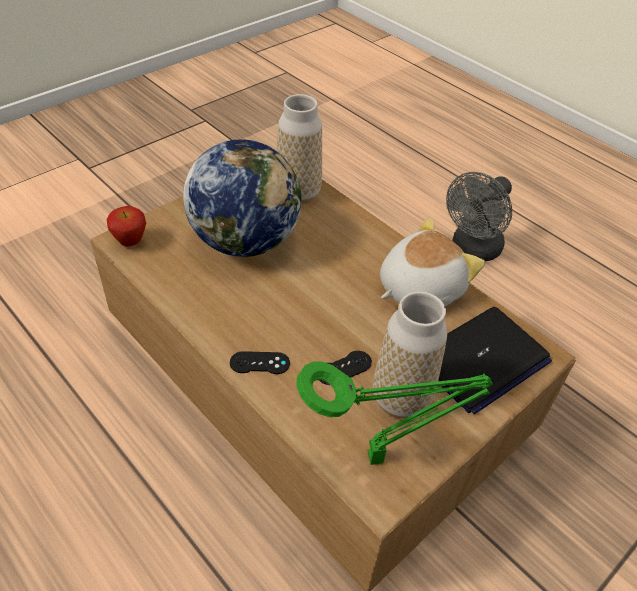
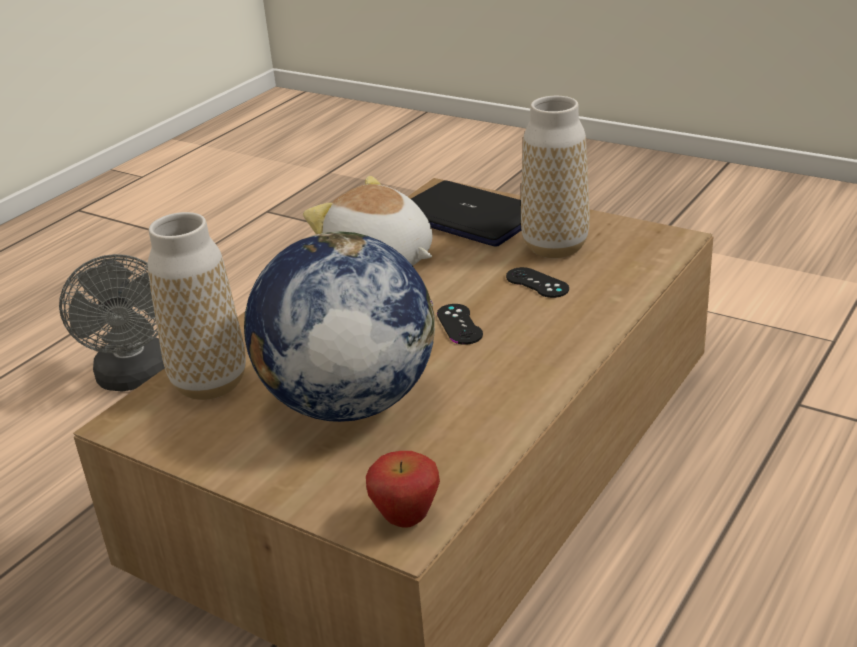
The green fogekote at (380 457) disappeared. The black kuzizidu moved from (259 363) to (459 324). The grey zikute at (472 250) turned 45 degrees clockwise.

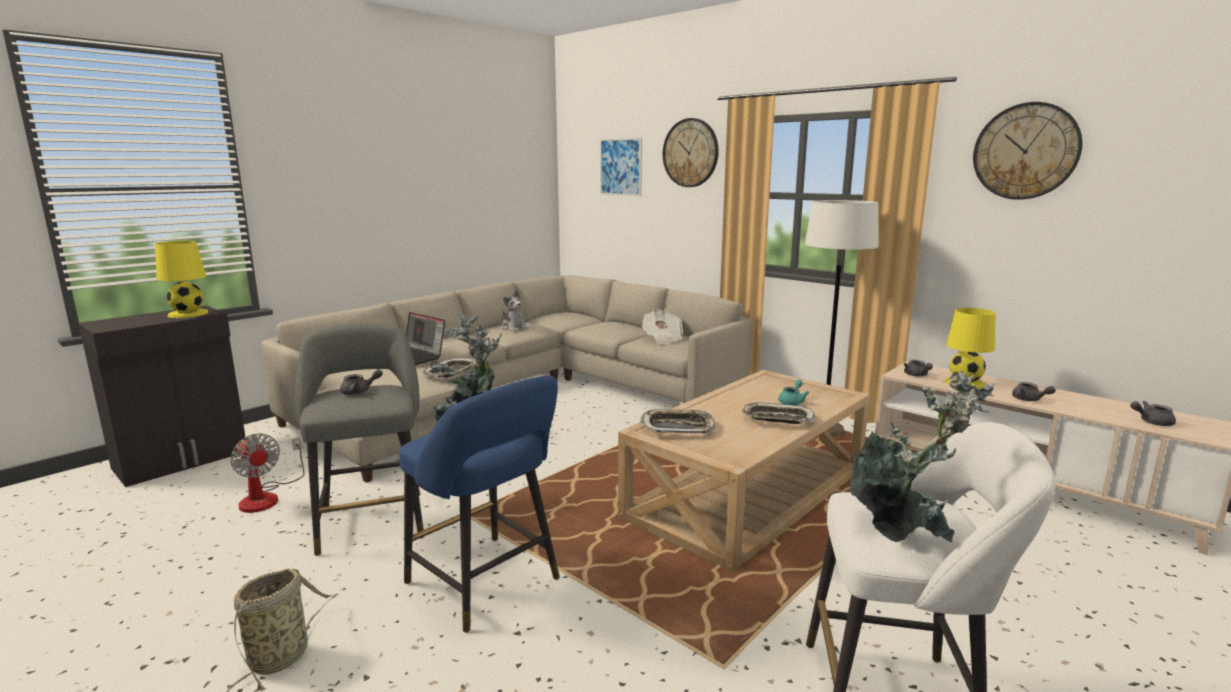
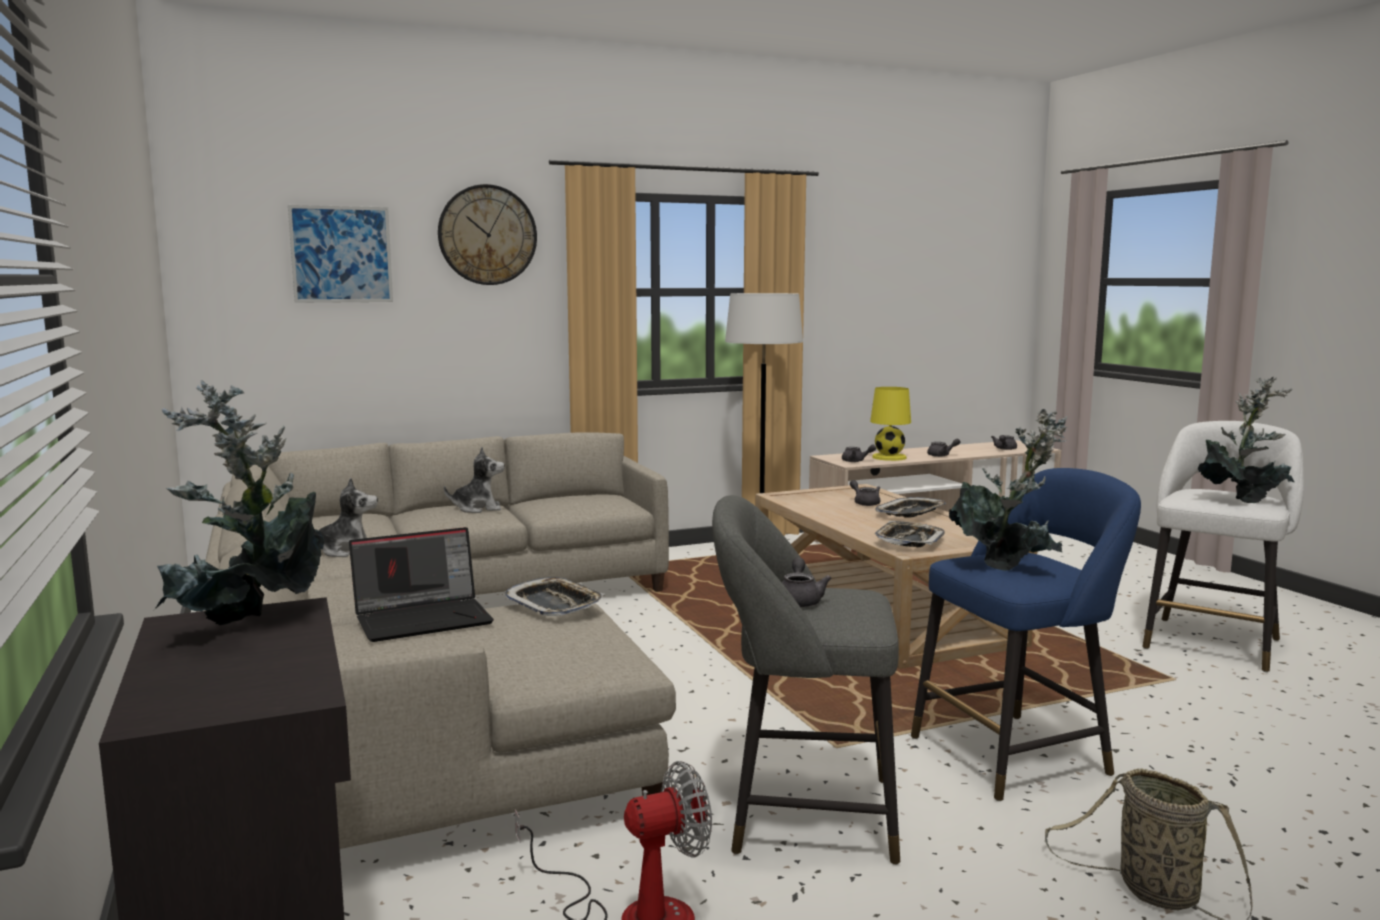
The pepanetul at (662 338) disappeared. The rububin at (1025 151) disappeared. The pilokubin at (478 509) appeared. The yellow fogekote at (188 314) was replaced by the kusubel at (251 627). The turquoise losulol at (792 401) became the grey losulol at (865 503).

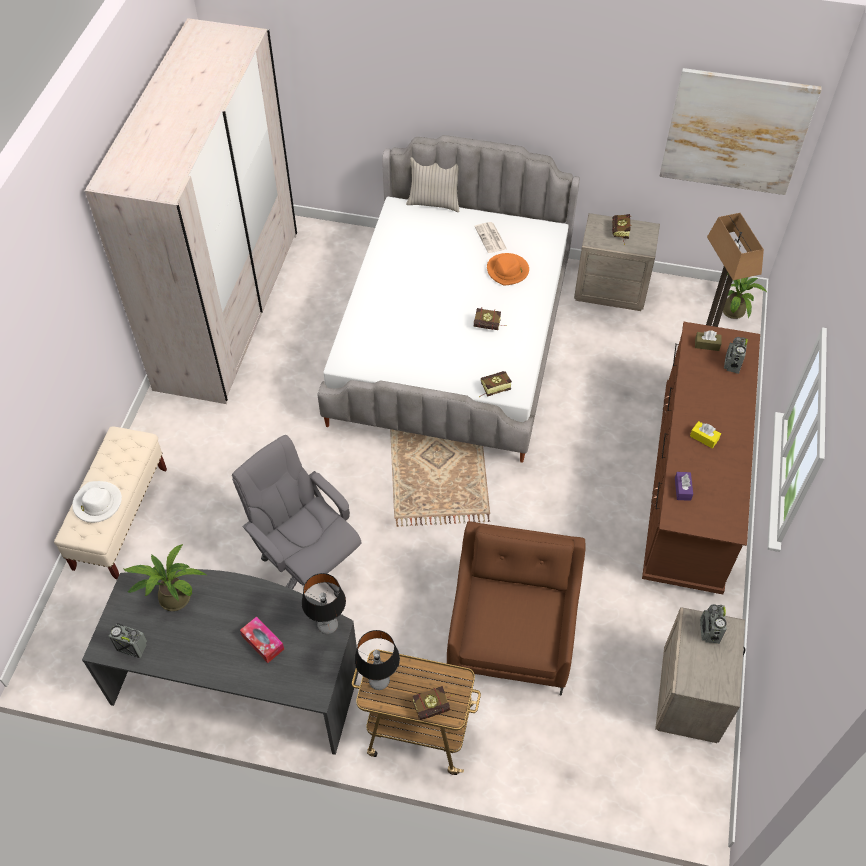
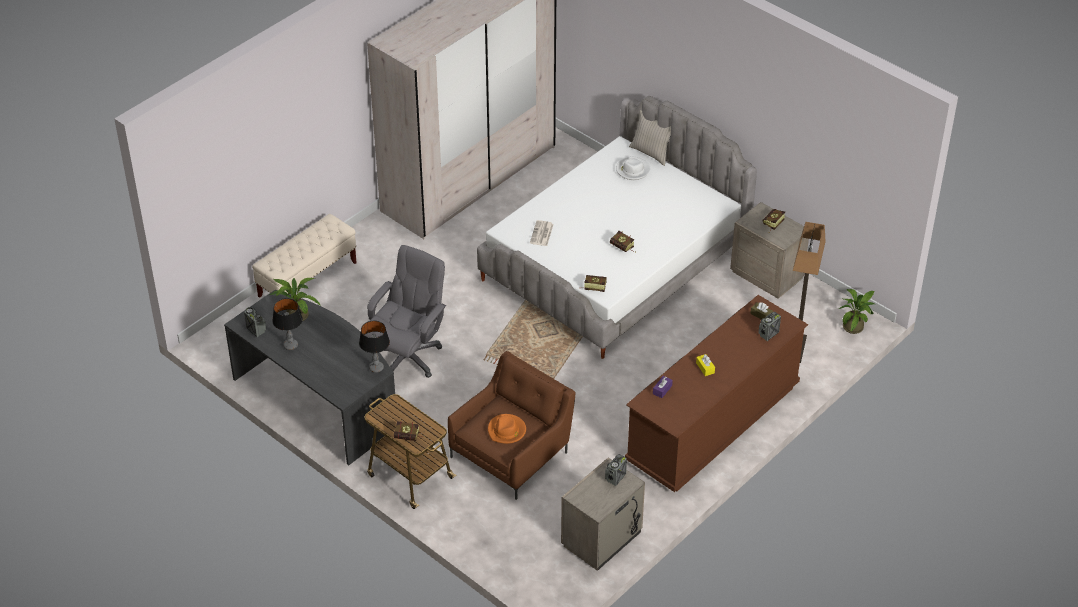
The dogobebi at (263 642) disappeared. The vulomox at (736 132) disappeared. The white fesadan moved from (97 503) to (632 170). The fogekote moved from (379 681) to (290 345). The pepanetul moved from (491 238) to (541 234). The orange fesadan moved from (508 271) to (507 431). The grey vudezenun at (307 564) turned 45 degrees clockwise.

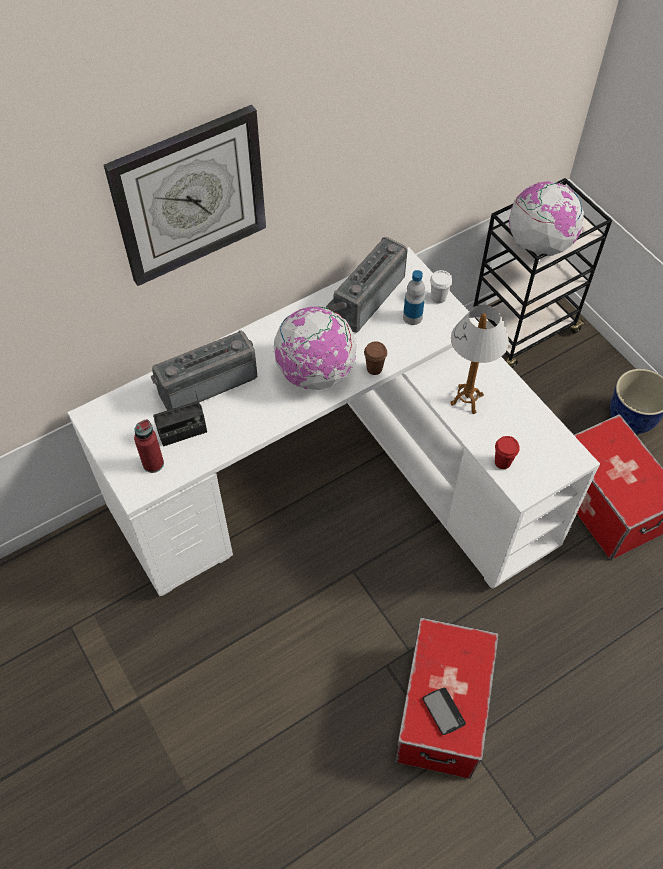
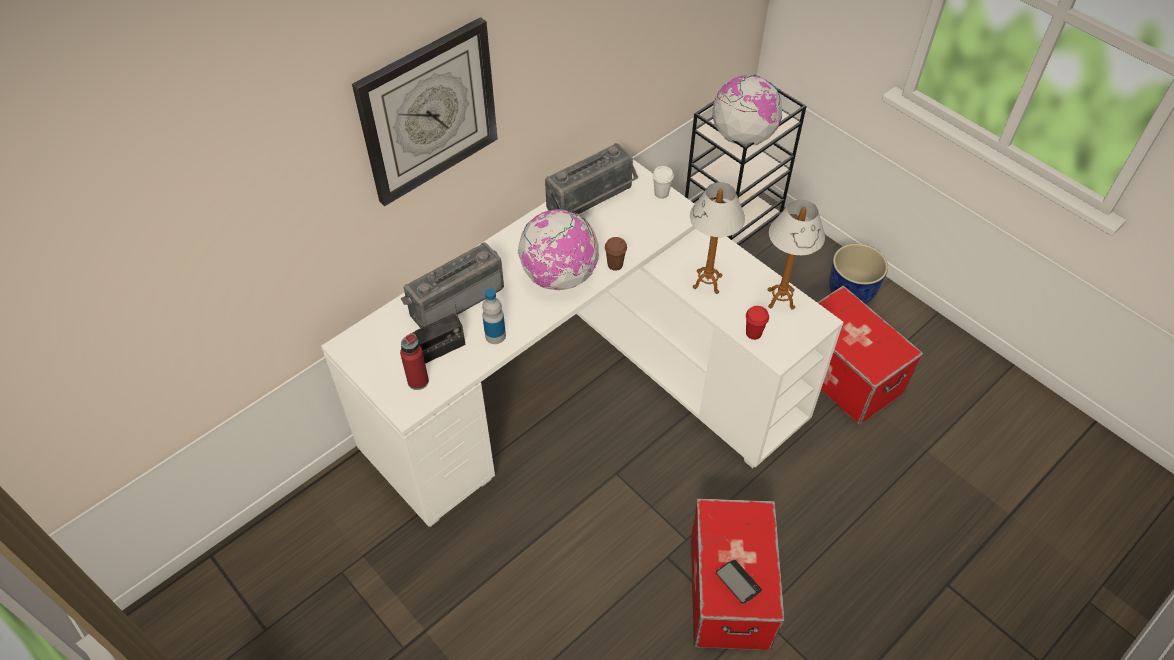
The fogekote at (781 299) appeared. The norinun moved from (412 317) to (495 336). The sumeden at (365 297) turned 150 degrees counterclockwise.

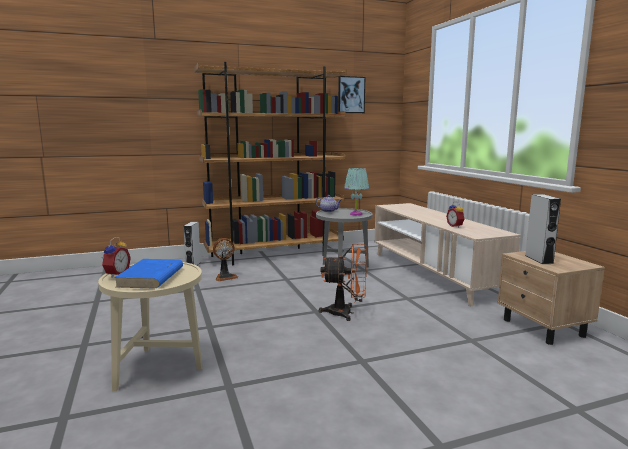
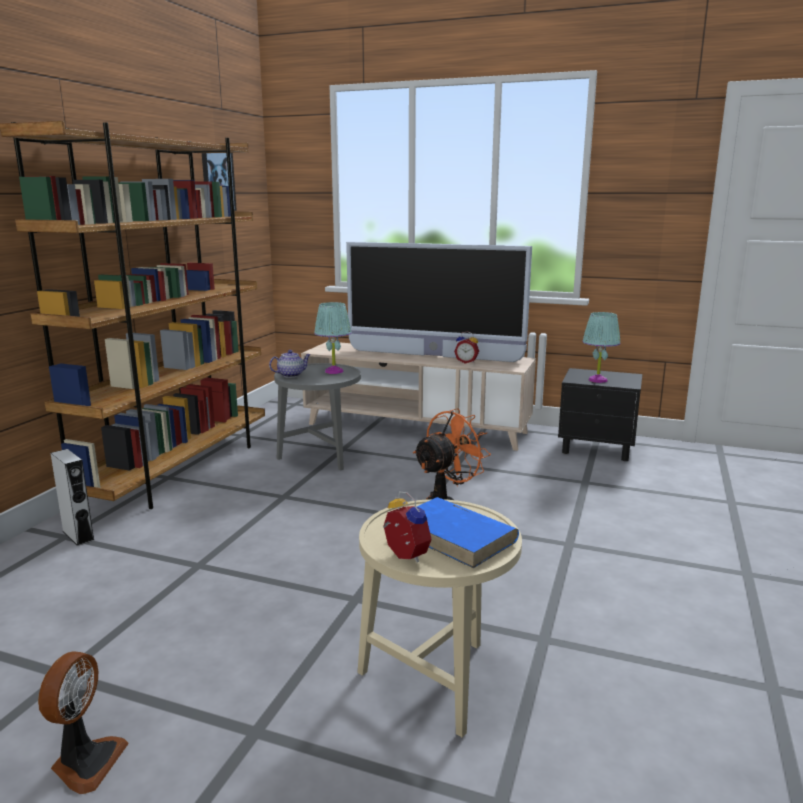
The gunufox at (433 356) appeared. The zikute moved from (225 277) to (86 762). The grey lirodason at (539 259) was replaced by the turquoise fogekote at (597 380). The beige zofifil at (543 328) became the black zofifil at (597 449).

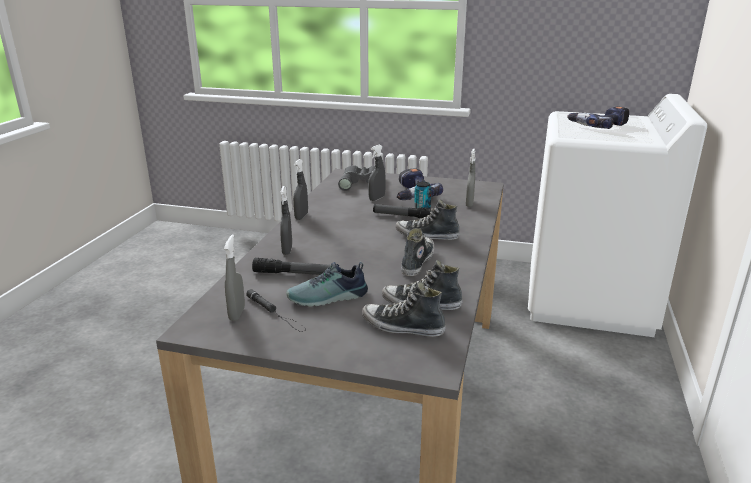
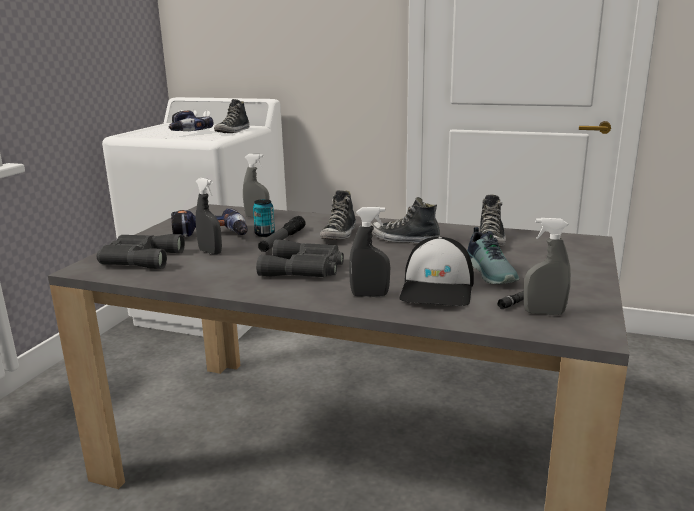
The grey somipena at (301 216) disappeared. The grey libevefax at (305 269) appeared. The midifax moved from (402 327) to (233 131). The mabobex at (294 274) was replaced by the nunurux at (438 289).

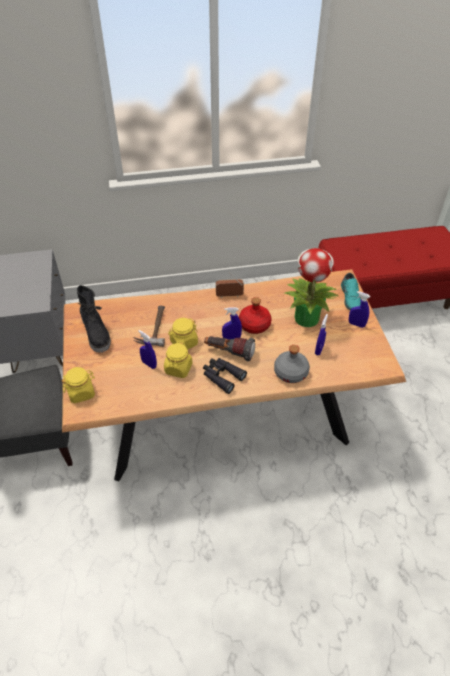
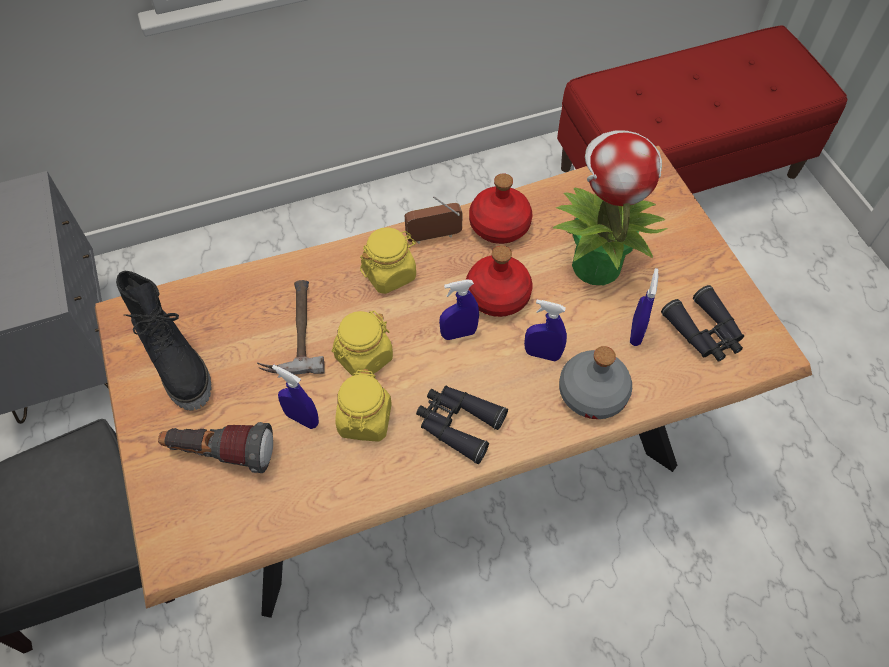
The turquoise midifax at (351 297) disappeared. The red norinun at (499 226) appeared. The black libevefax at (704 332) appeared. The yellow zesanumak moved from (81 392) to (389 274). The mabobex moved from (229 353) to (221 454). The blue somipena moved from (356 324) to (542 354).

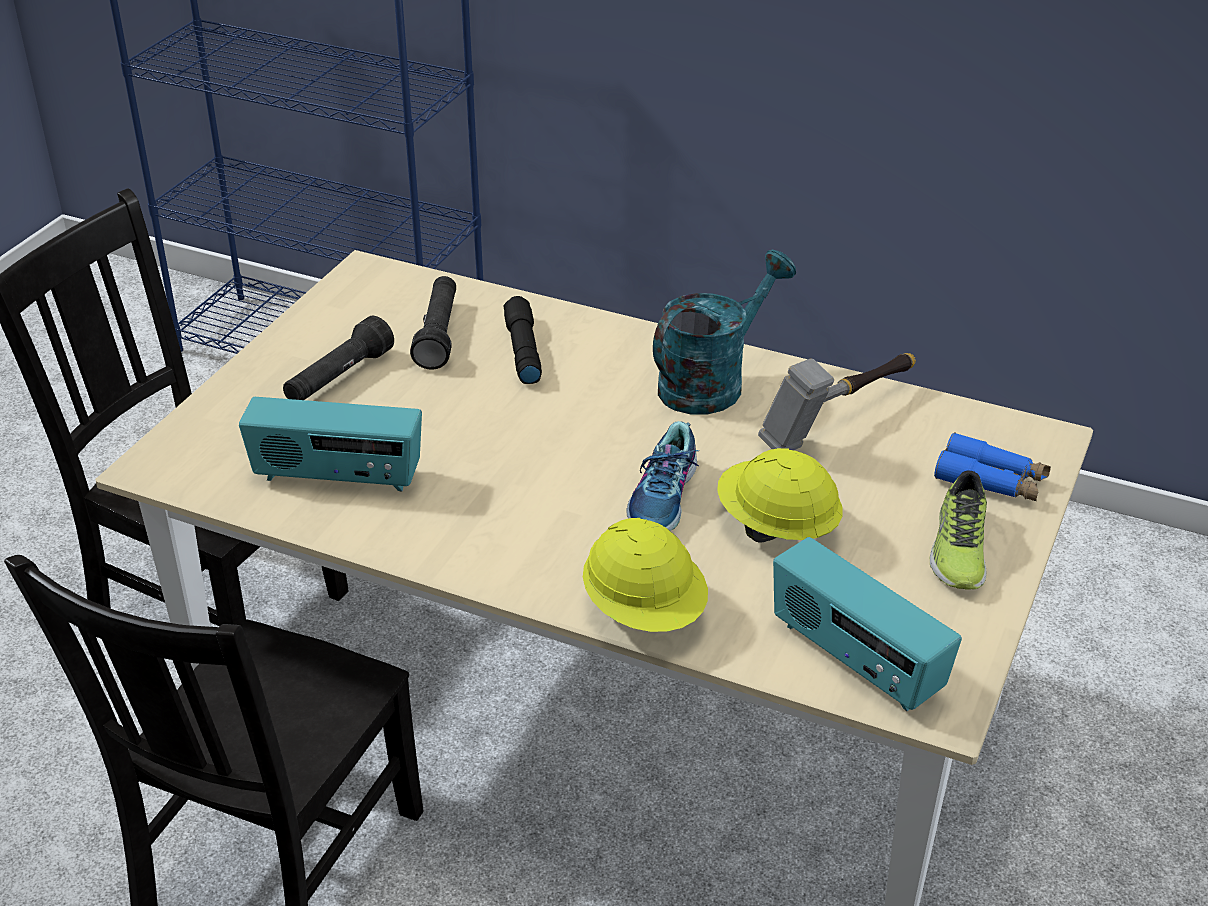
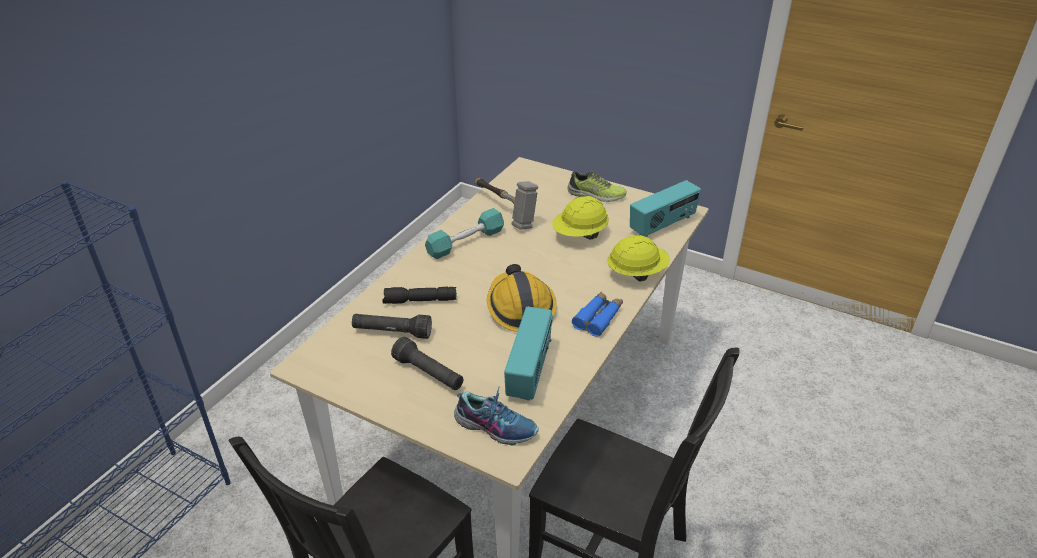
The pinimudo at (520 307) appeared. The midifax moved from (665 498) to (496 426). The blue libevefax moved from (991 481) to (598 318). The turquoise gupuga at (711 382) was replaced by the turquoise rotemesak at (465 242).

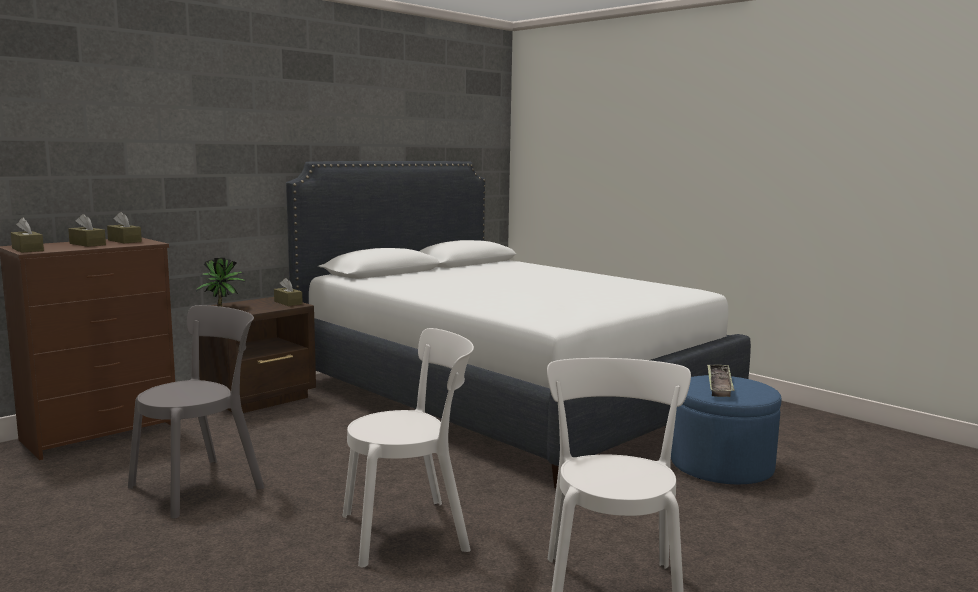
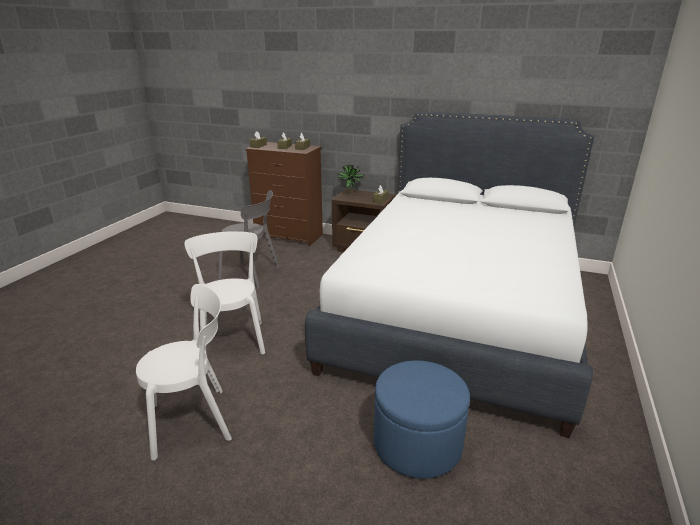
The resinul at (719 384) disappeared. The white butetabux at (411 531) turned 150 degrees counterclockwise.

